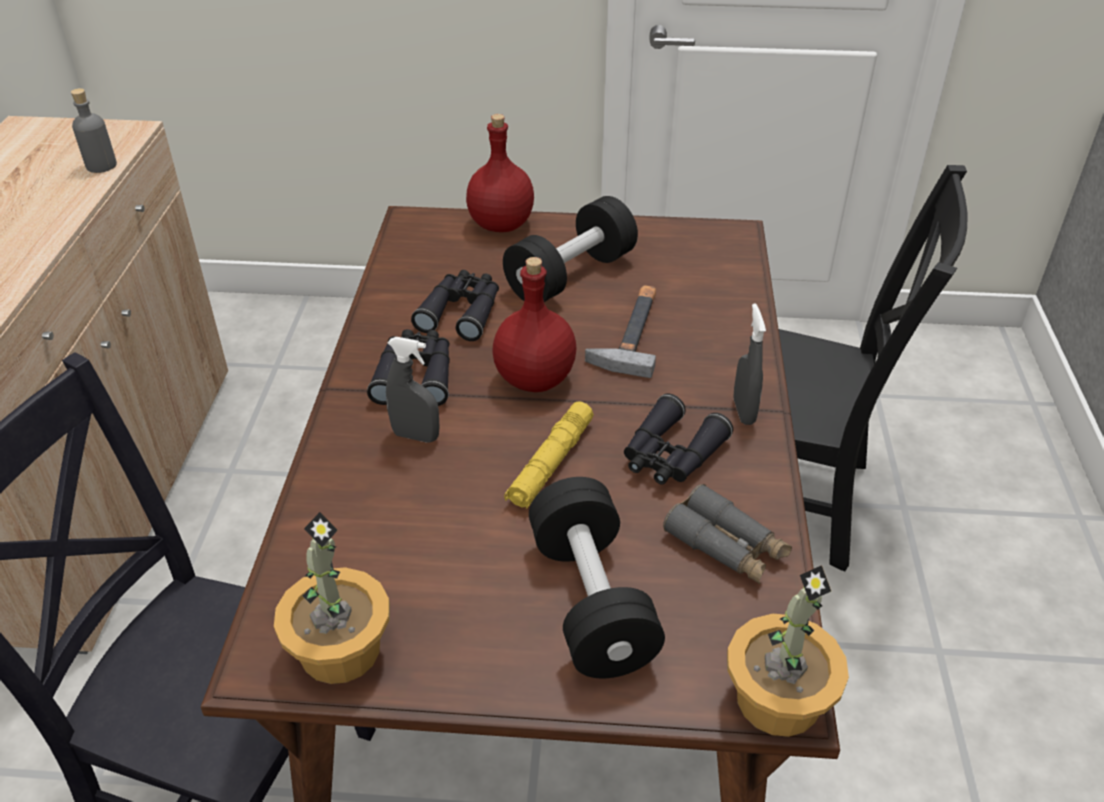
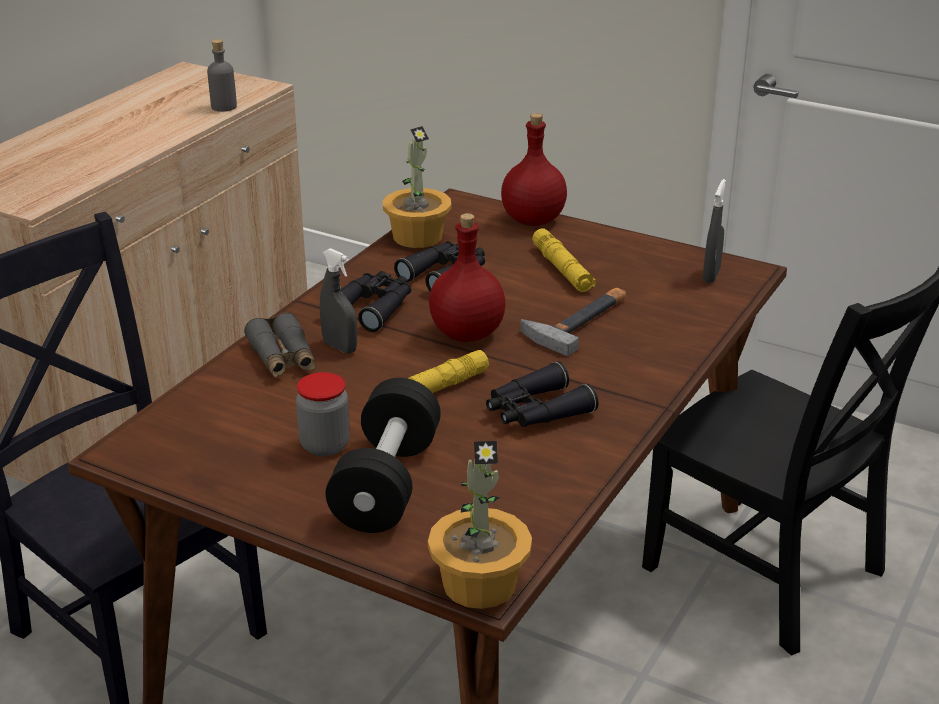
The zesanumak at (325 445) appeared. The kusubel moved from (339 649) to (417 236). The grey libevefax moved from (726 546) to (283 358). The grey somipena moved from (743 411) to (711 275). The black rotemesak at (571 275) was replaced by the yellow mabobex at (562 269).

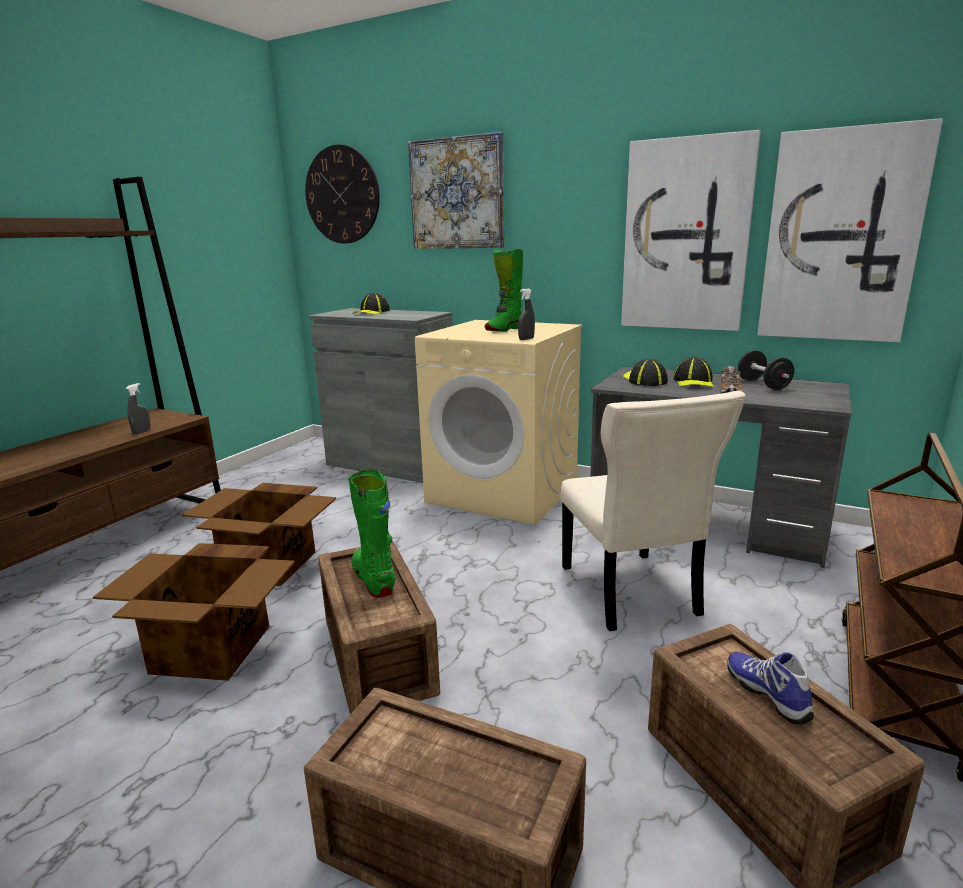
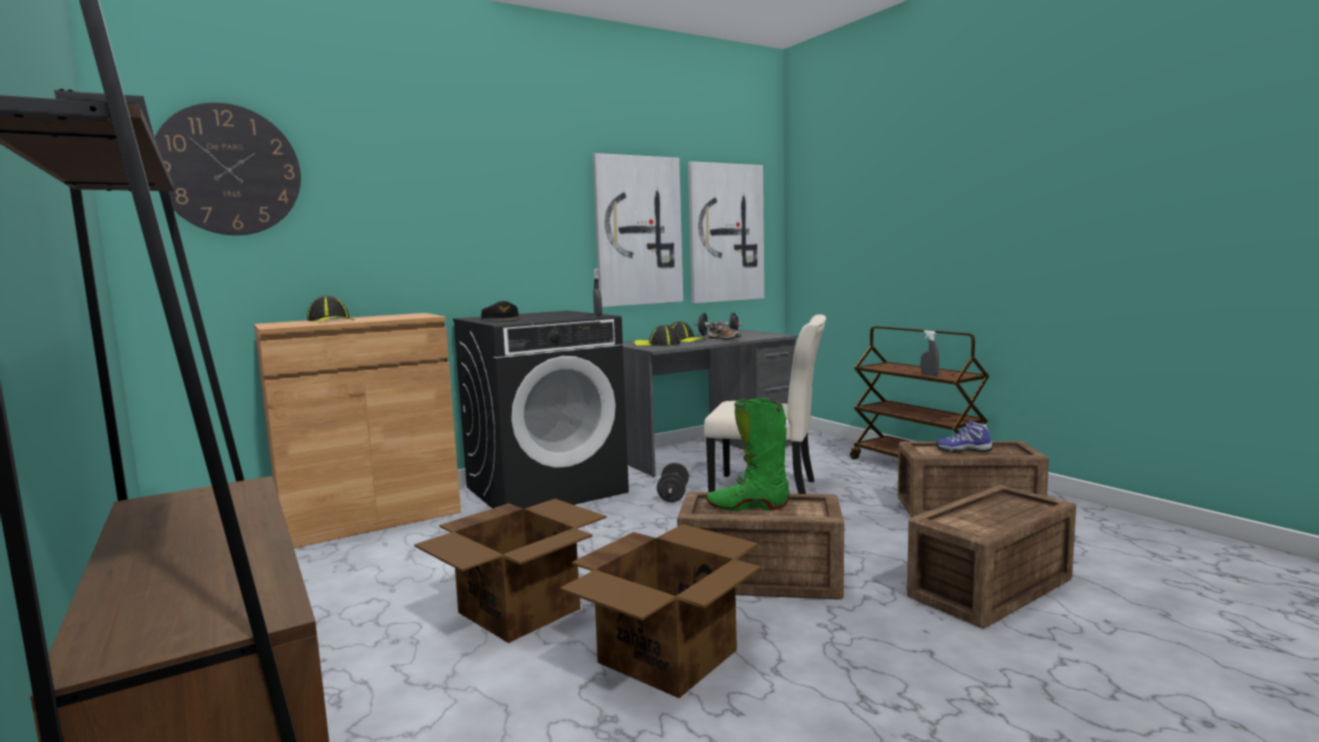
The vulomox at (457 194) disappeared. The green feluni at (504 329) disappeared. The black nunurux at (501 319) appeared. The black rotemesak at (673 495) appeared. The grey somipena moved from (142 432) to (929 375). The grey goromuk at (391 464) became the brown goromuk at (370 518). The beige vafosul at (504 492) became the black vafosul at (546 489).

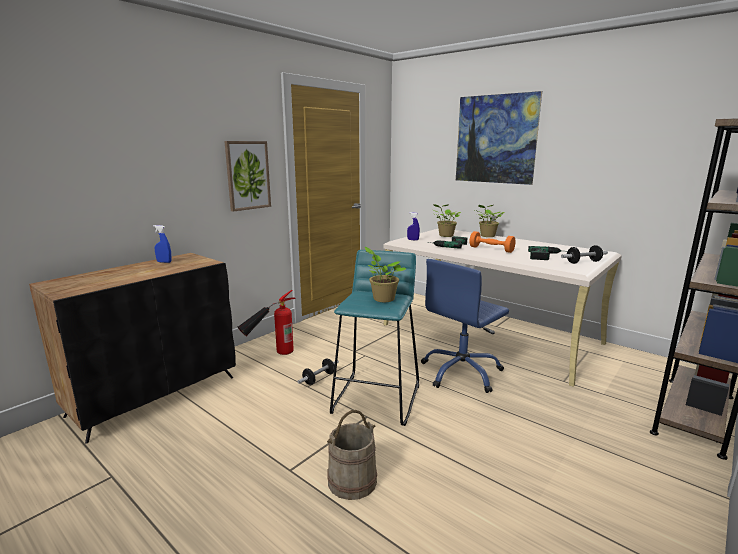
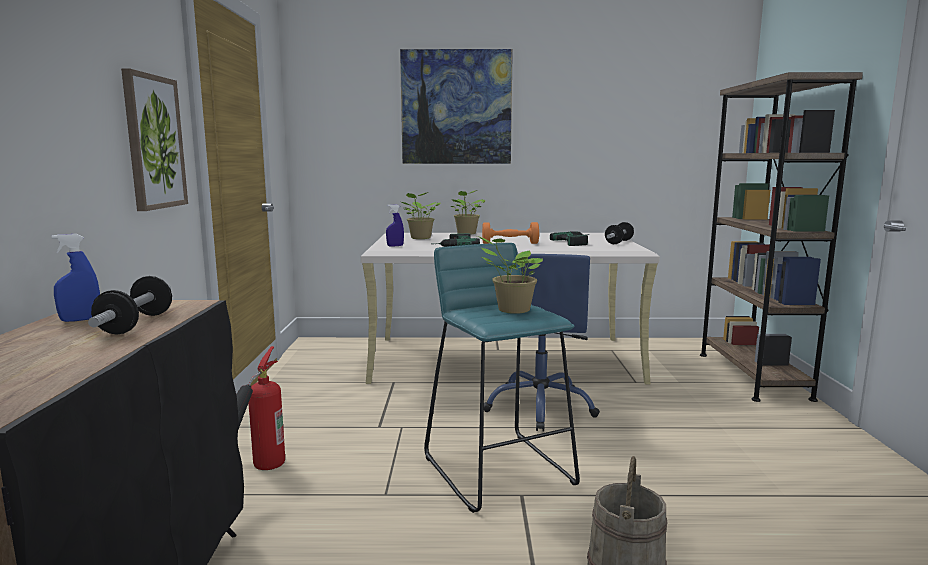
The rotemesak moved from (319 378) to (136 324).

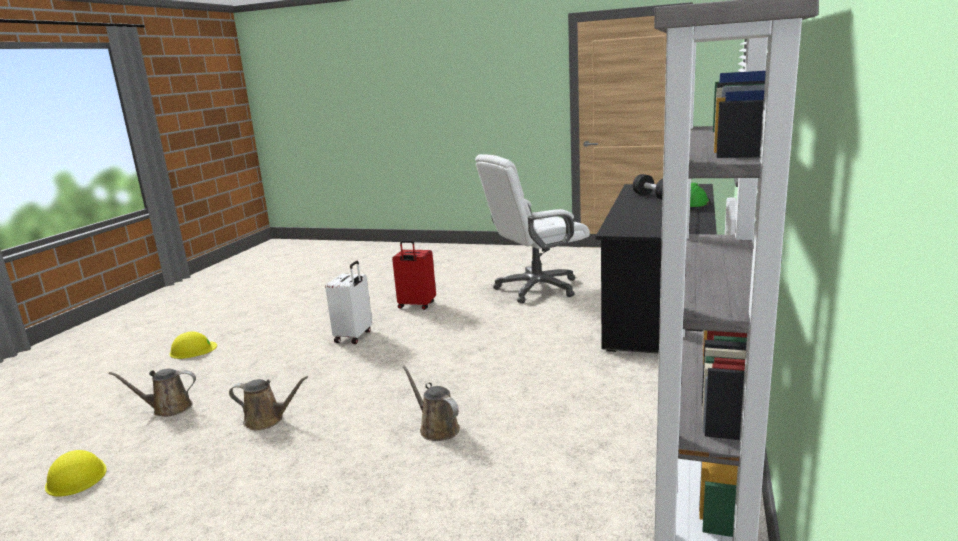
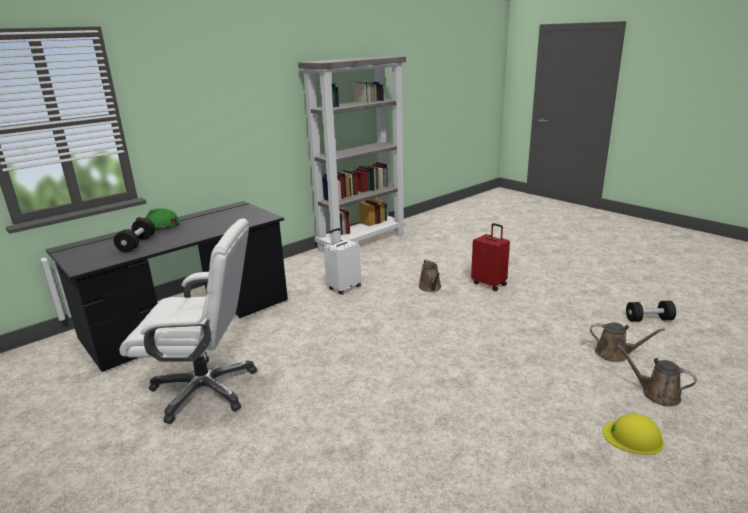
The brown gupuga moved from (267 420) to (657 394). The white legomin moved from (354 336) to (344 288). The red legomin moved from (416 306) to (489 284). The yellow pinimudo at (76 477) was replaced by the black rotemesak at (649 319).

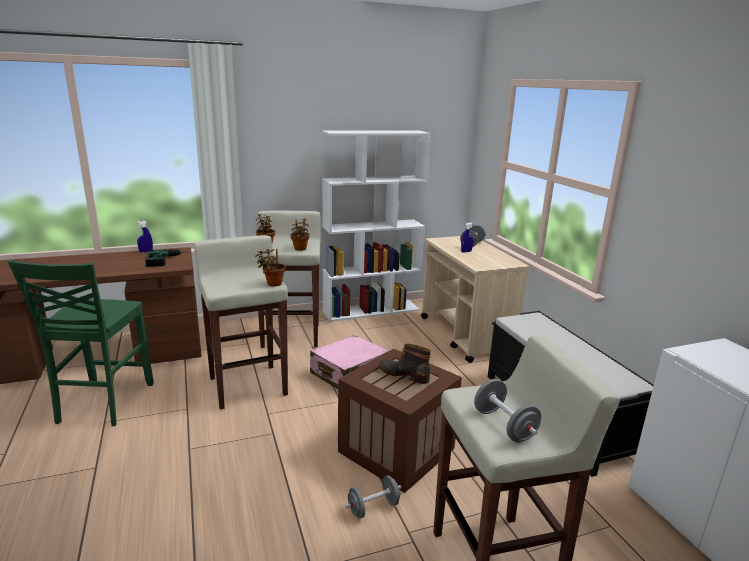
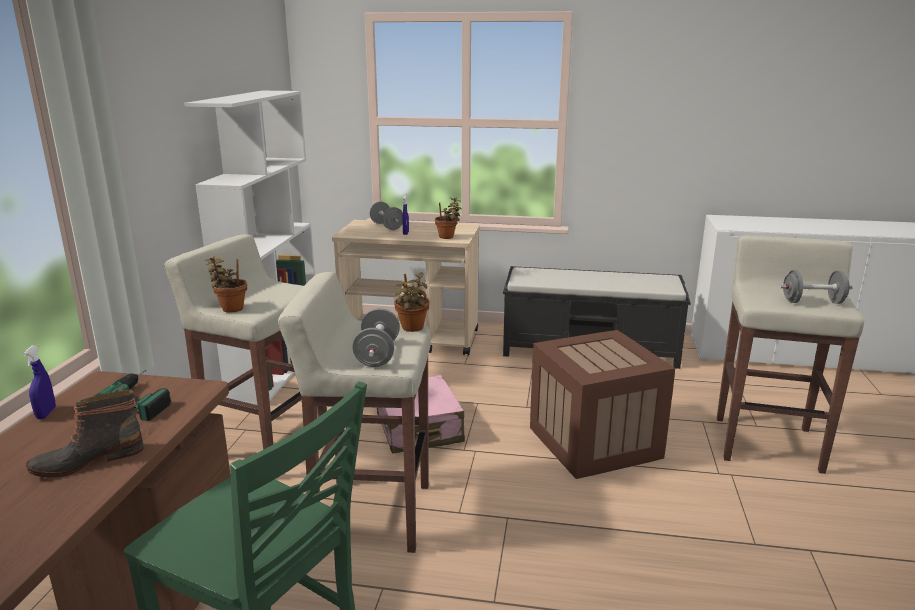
The kusubel moved from (300 249) to (448 237). The grey rotemesak moved from (373 507) to (377 354). The feluni moved from (404 374) to (88 460).

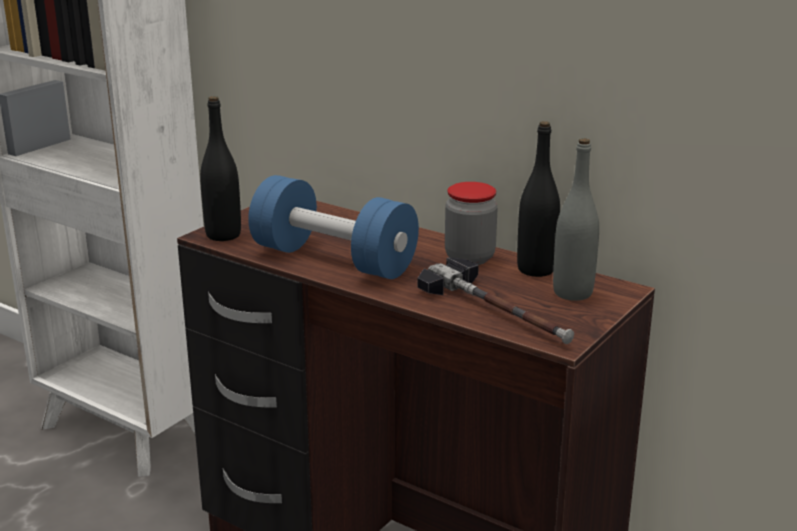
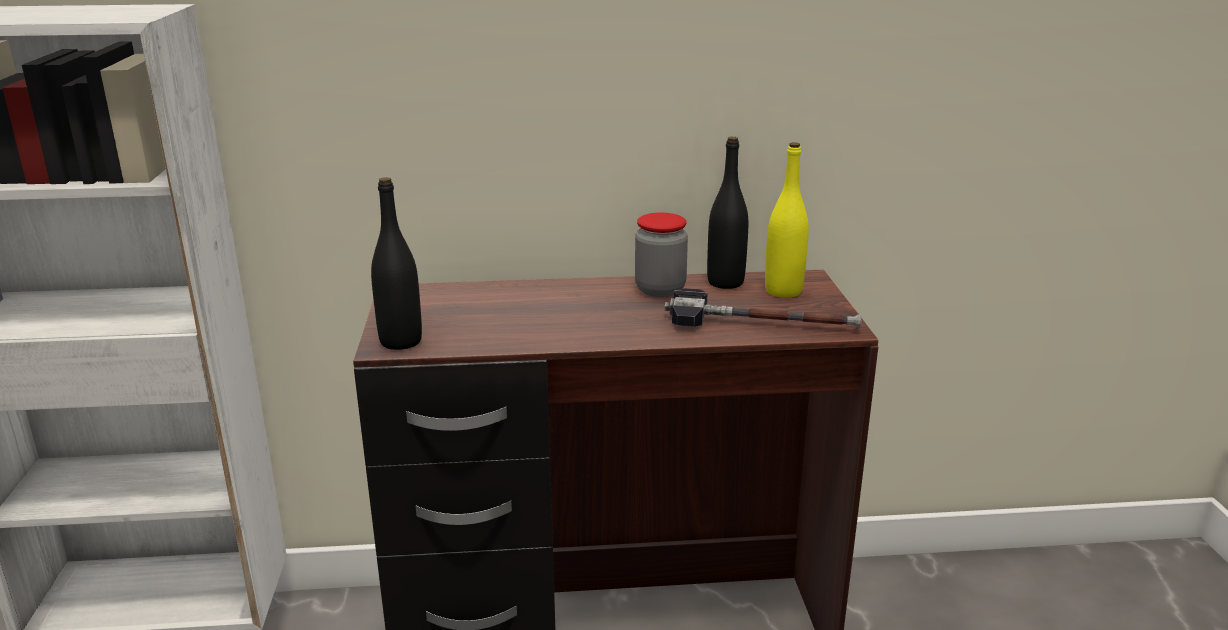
The blue rotemesak at (333 260) disappeared. The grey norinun at (572 293) became the yellow norinun at (783 291).

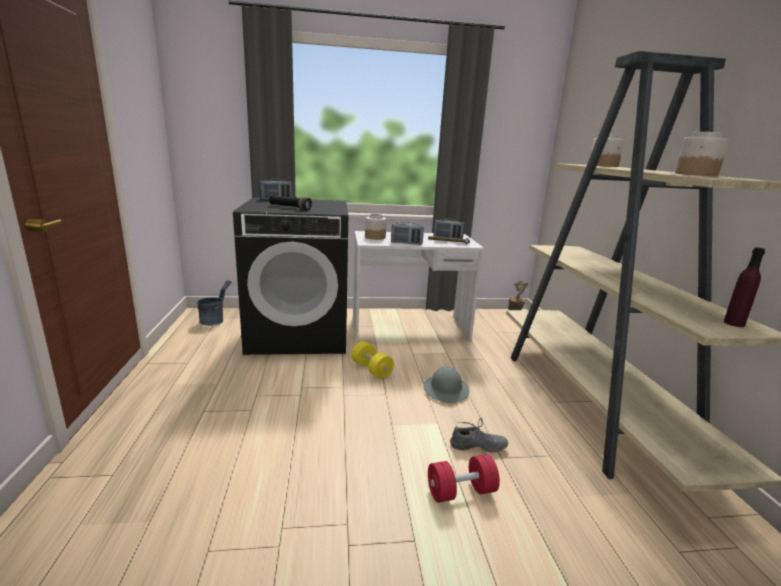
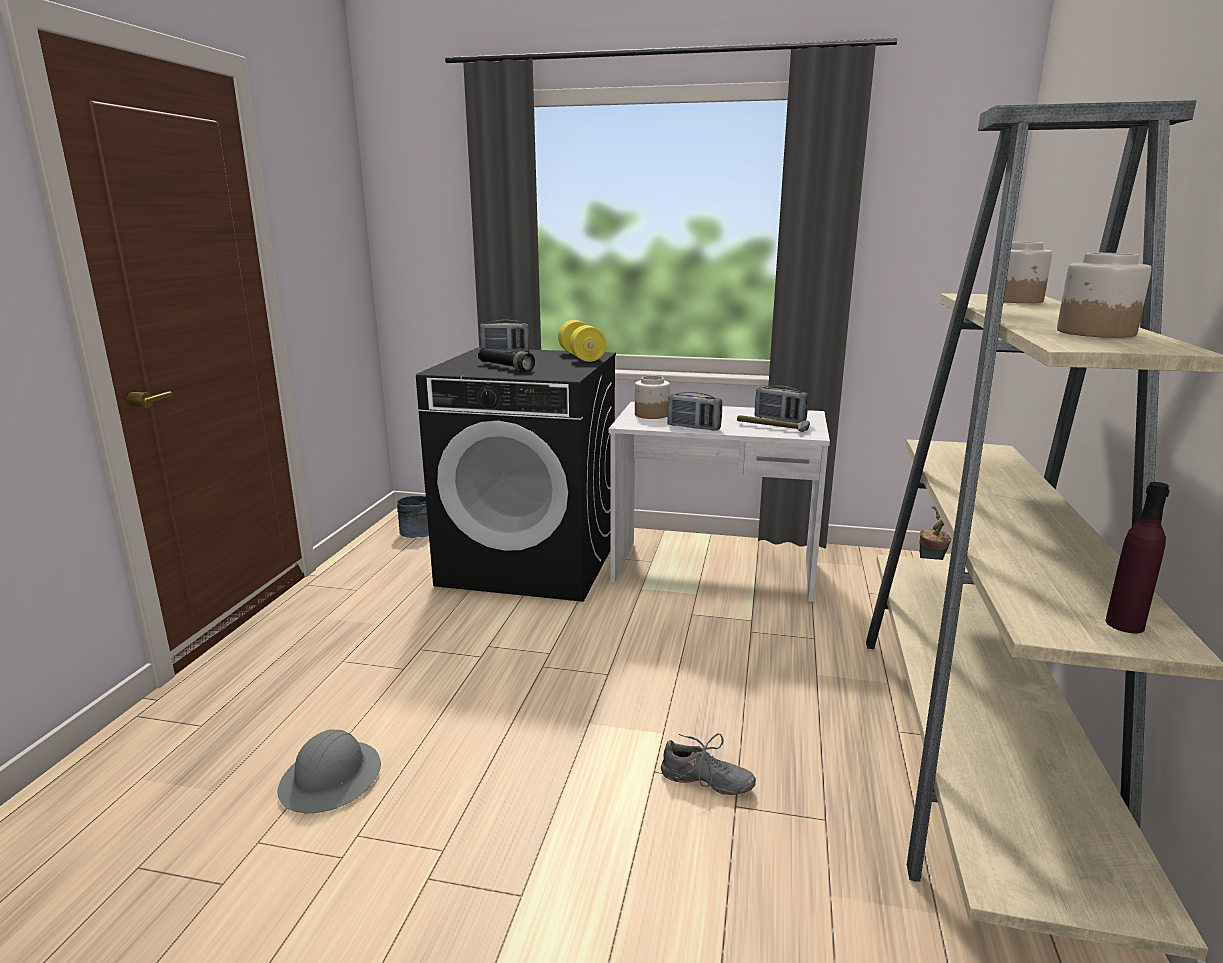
The red rotemesak at (461 491) disappeared. The yellow rotemesak moved from (371 369) to (581 356). The grey pinimudo moved from (446 390) to (331 779).

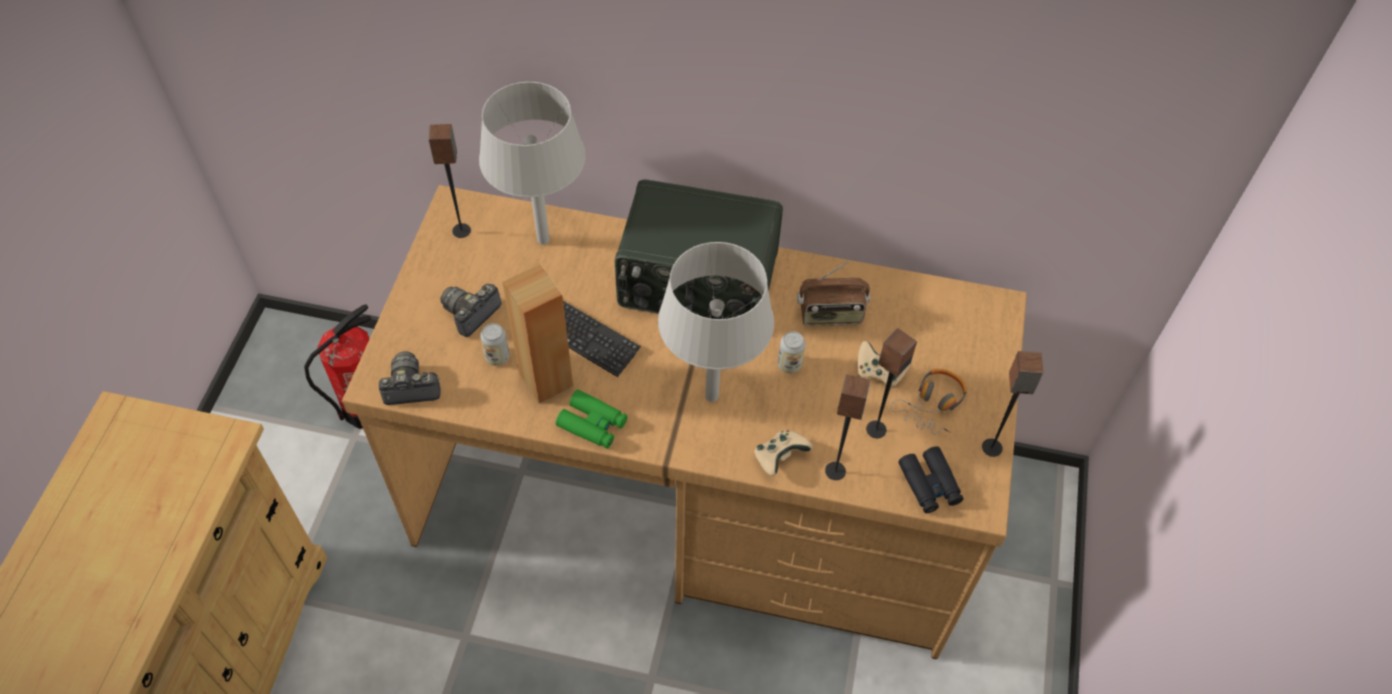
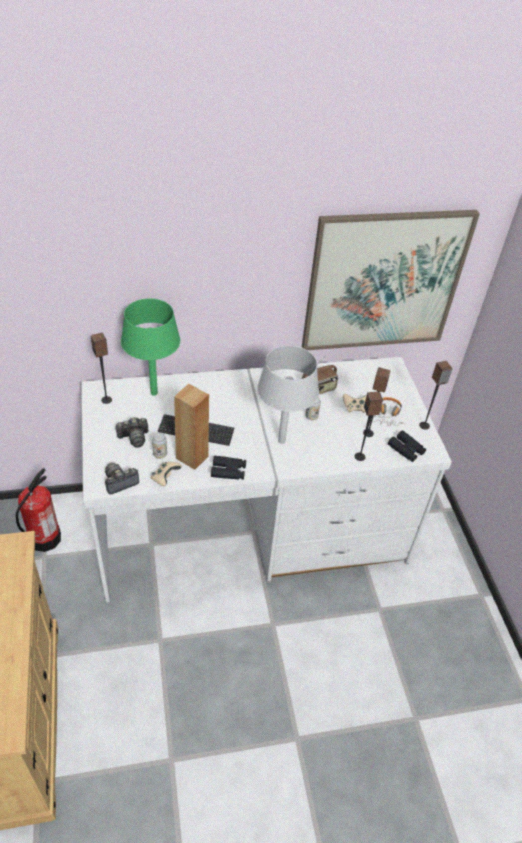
The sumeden at (698 282) disappeared. The vulomox at (384 281) appeared. The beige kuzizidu moved from (779 457) to (165 478). The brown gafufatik at (692 503) became the white gafufatik at (251 530). The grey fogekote at (543 239) became the green fogekote at (154 393). The green libevefax at (592 424) became the black libevefax at (228 471). The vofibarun at (471 313) turned 120 degrees counterclockwise.

